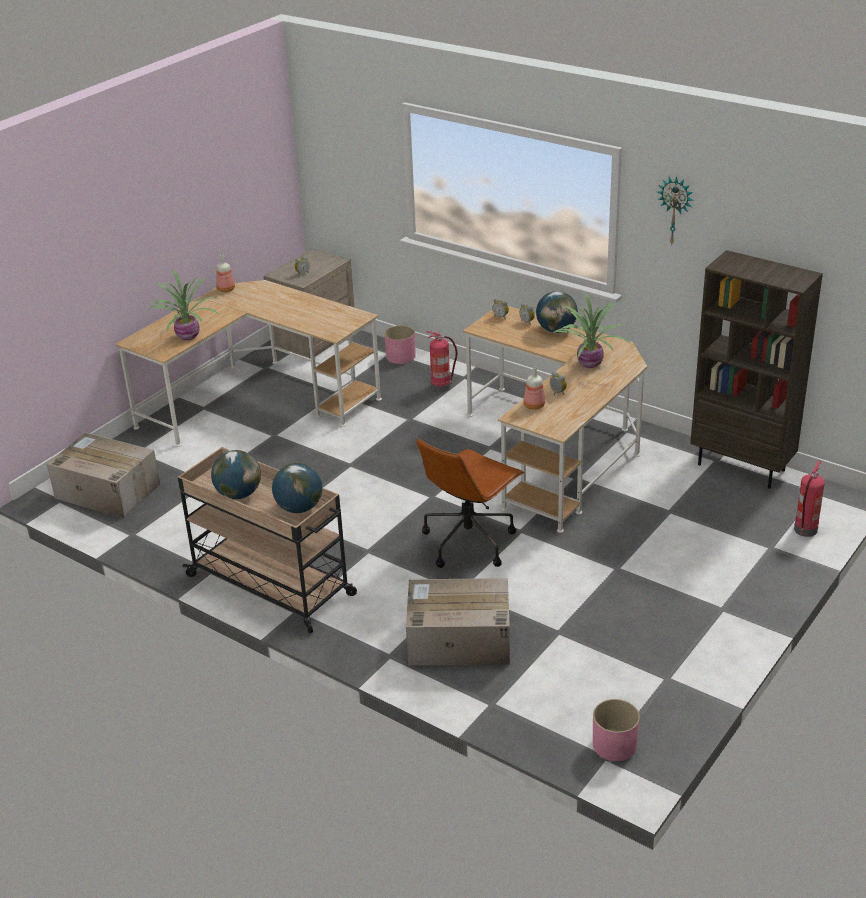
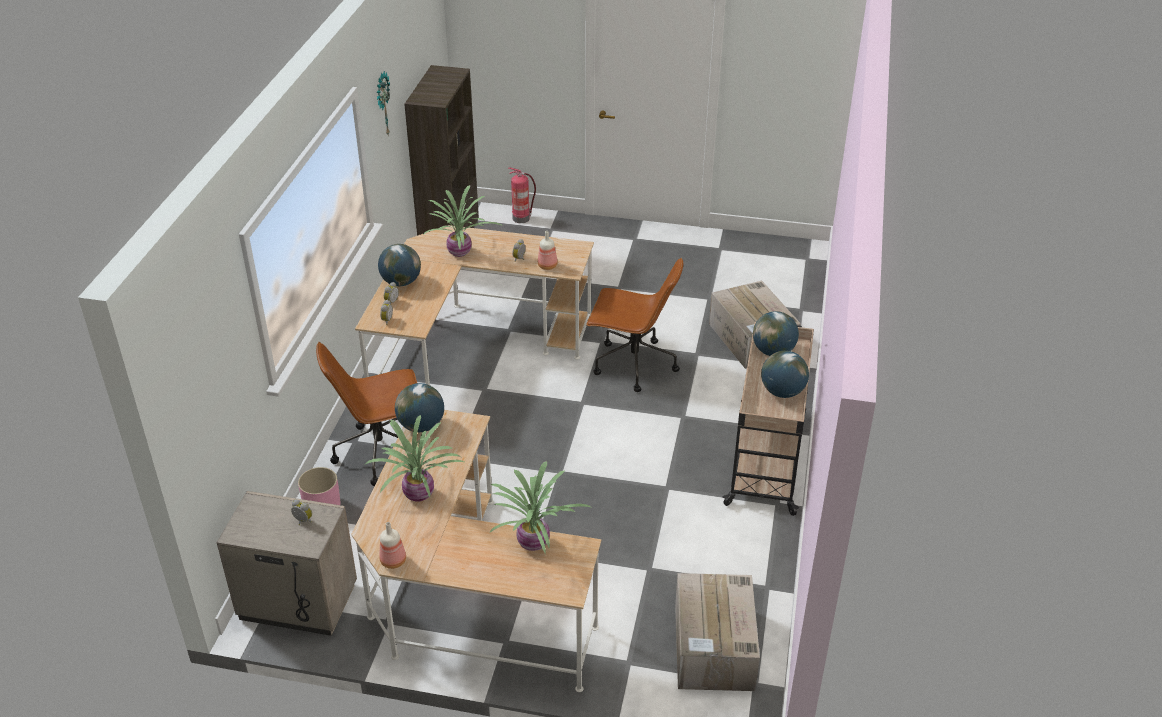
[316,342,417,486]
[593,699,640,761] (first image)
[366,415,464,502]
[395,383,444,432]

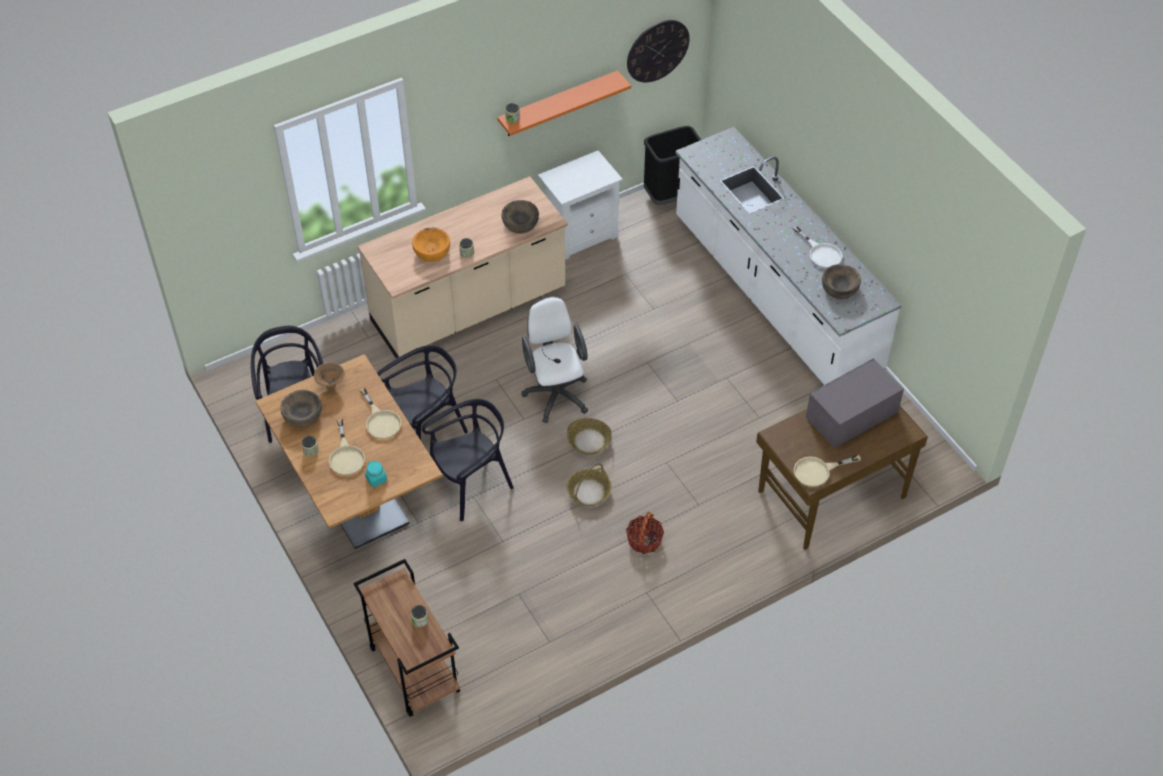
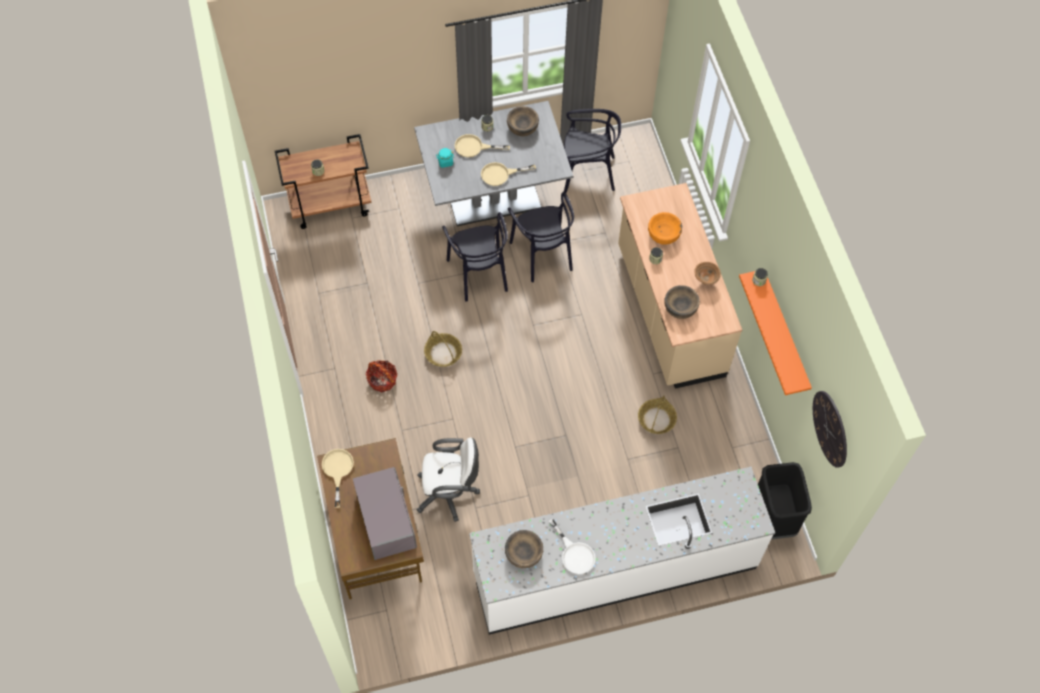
[414,101,573,226]
[694,262,721,285]
[417,438,480,522]
[538,151,623,260] (first image)
[638,396,677,434]
[548,519,596,574]

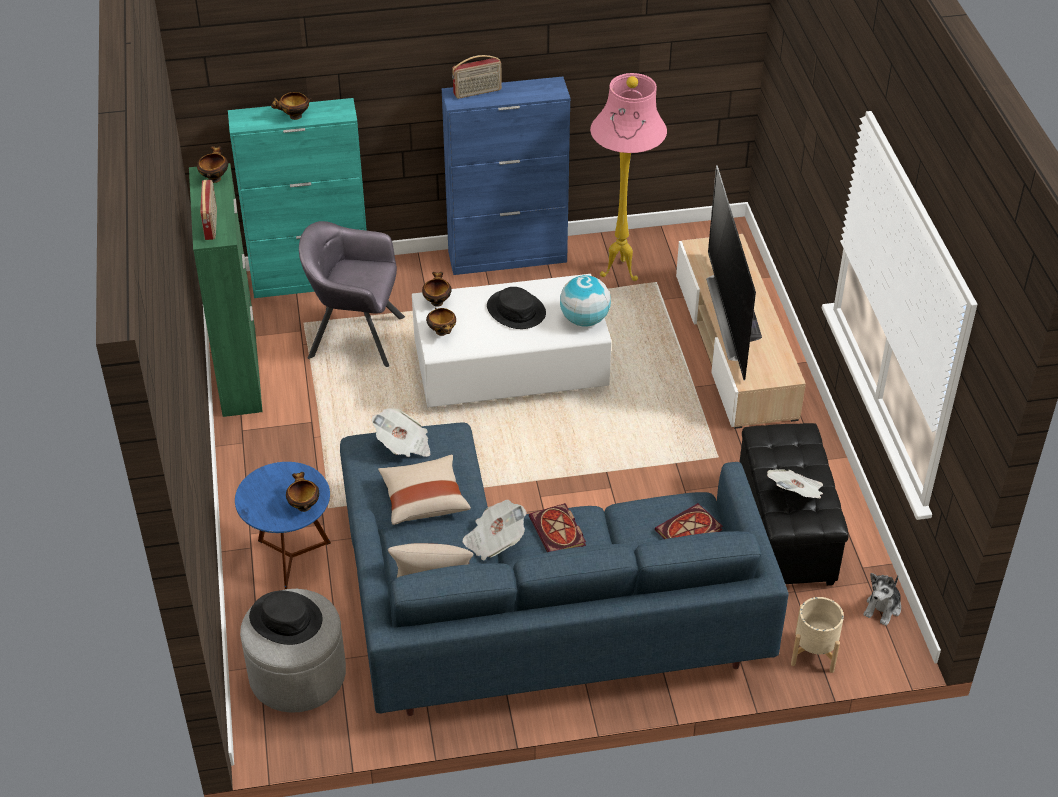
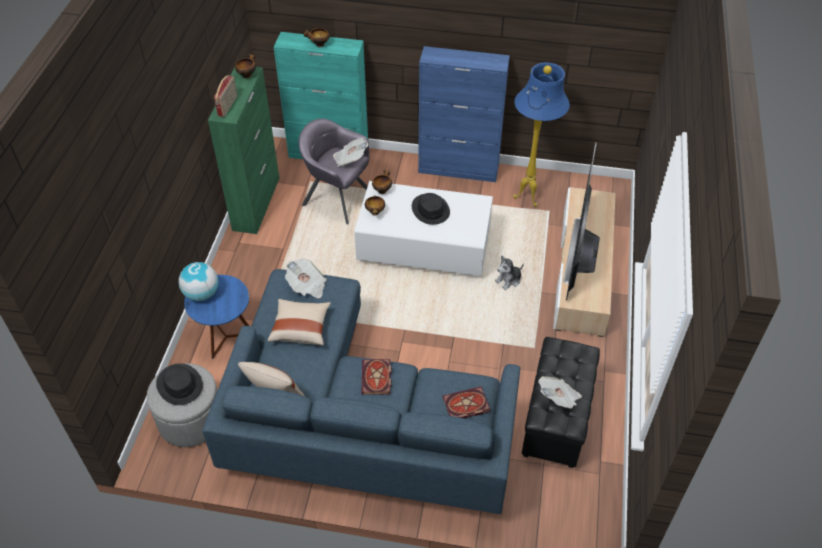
[286,472,319,512] (first image)
[452,55,502,99] (first image)
[333,138,368,167]
[178,262,218,301]
[513,63,570,207]
[791,597,844,673] (first image)
[495,255,524,290]

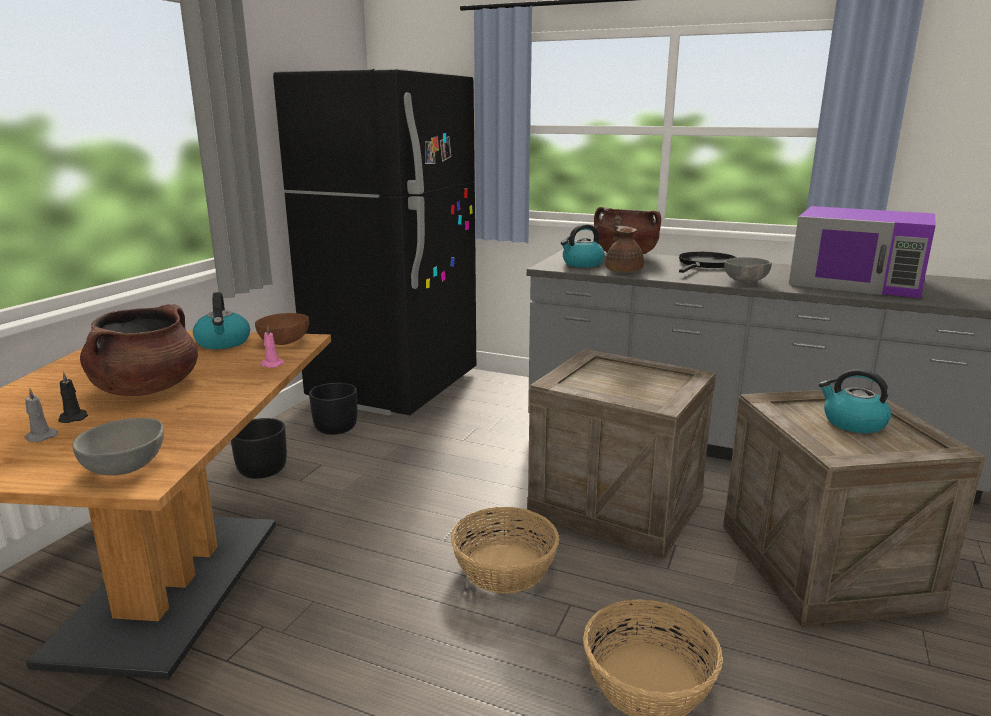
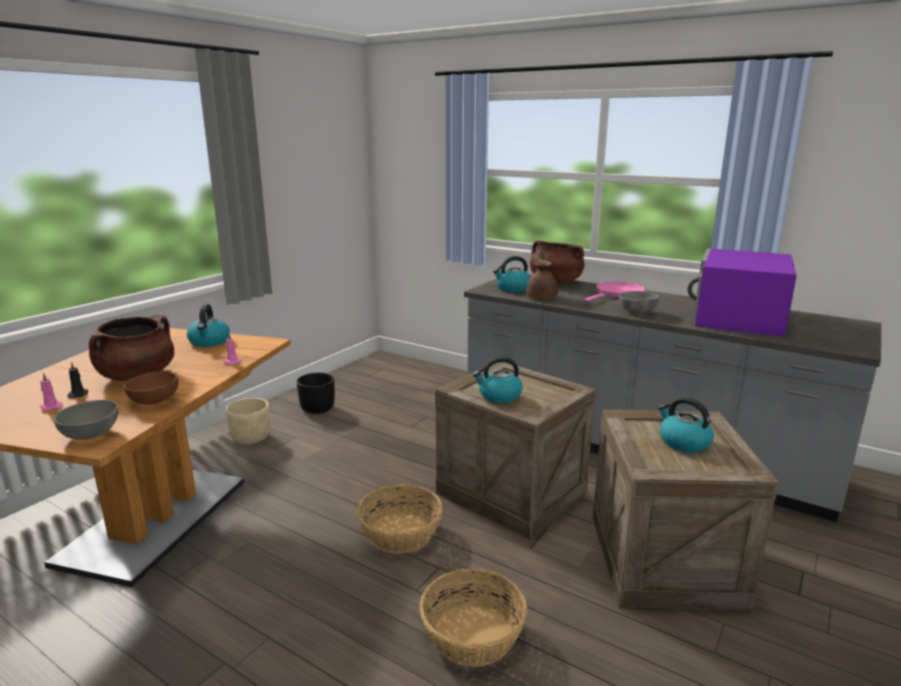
[40,373,63,411]
[226,398,270,444]
[124,371,179,405]
[273,69,476,416] (first image)
[585,282,646,302]
[687,248,796,337]
[473,357,523,403]

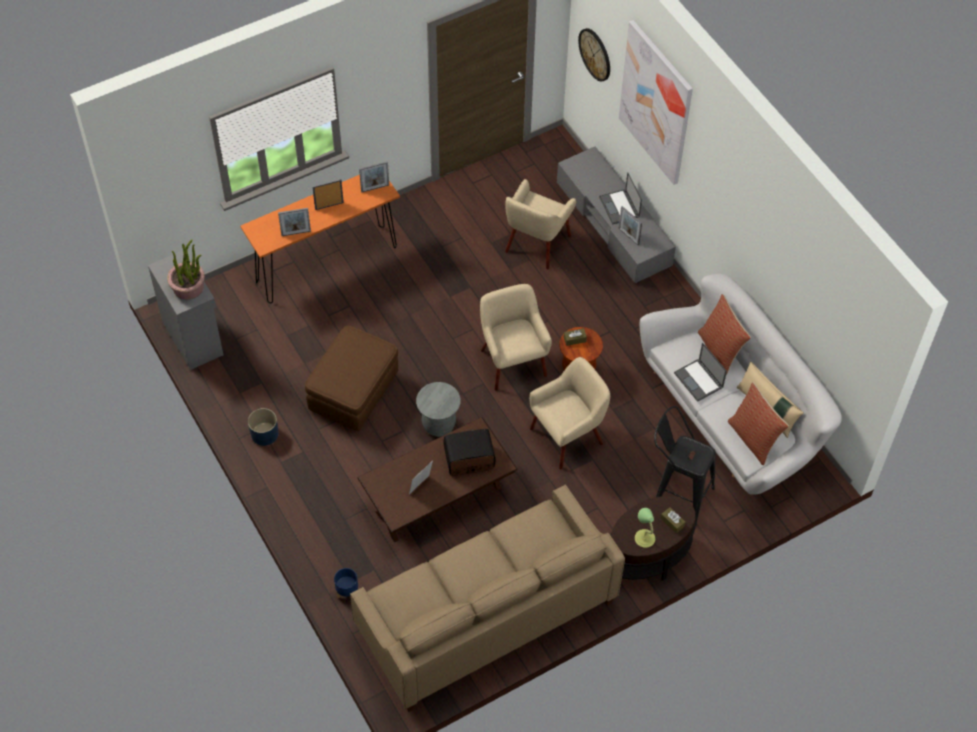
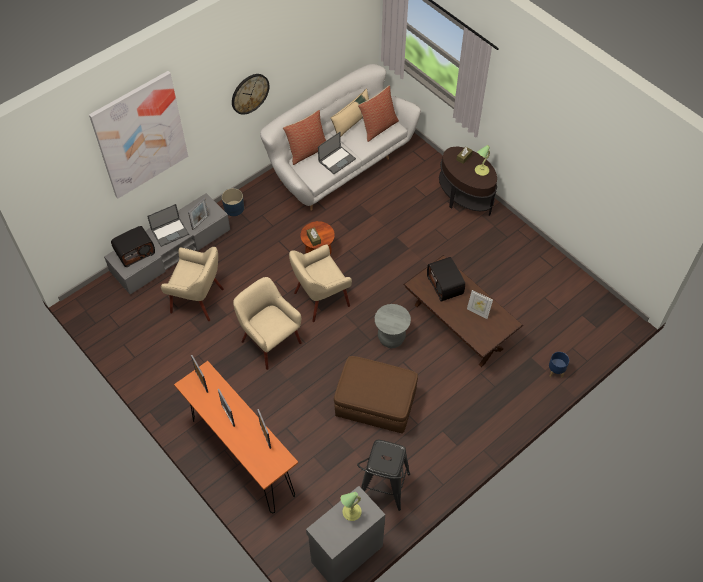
[340,492,362,521]
[222,188,244,216]
[350,485,625,712] (first image)
[233,277,302,370]
[232,74,270,115]
[357,440,410,511]
[111,226,155,267]

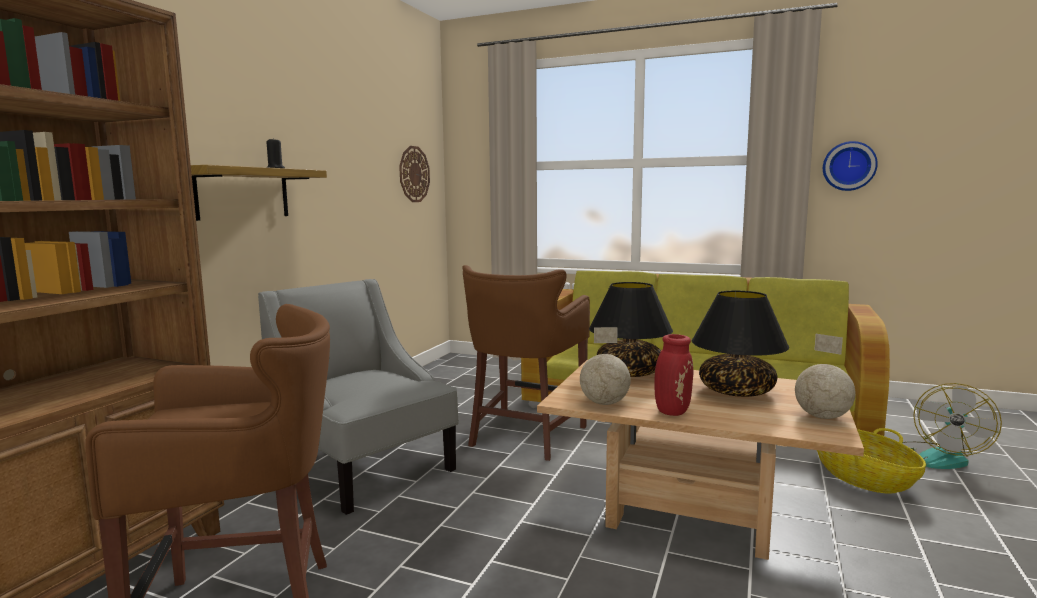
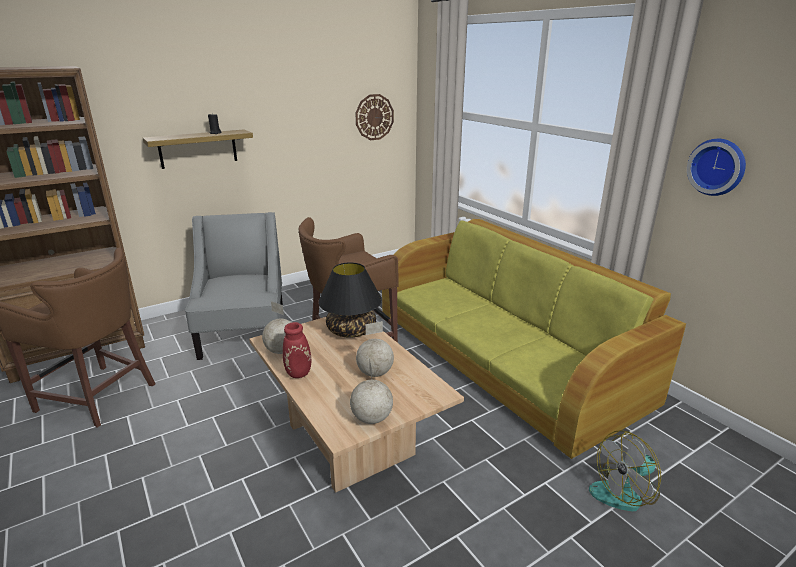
[356,321,394,377]
[817,428,926,494] (first image)

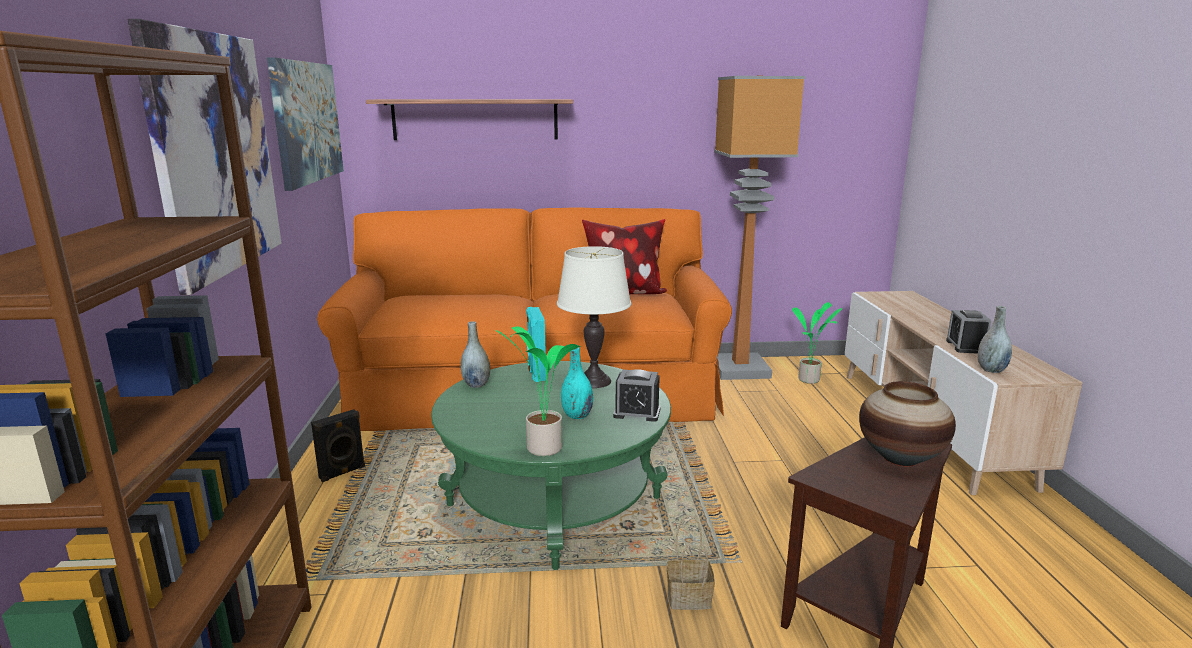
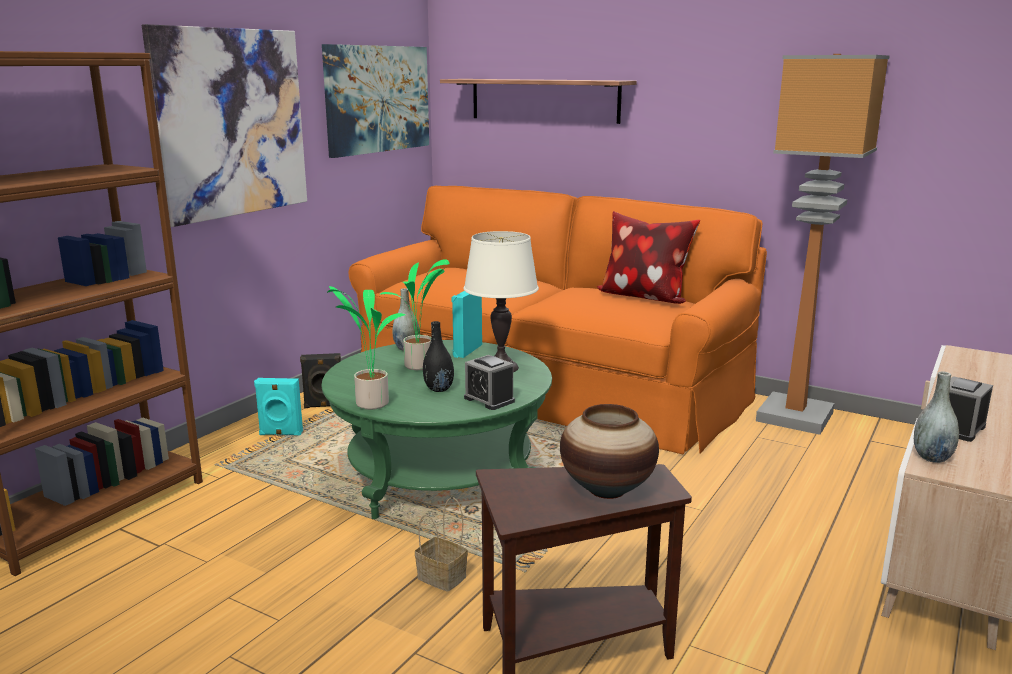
[423,321,454,392]
[379,259,450,370]
[254,378,303,436]

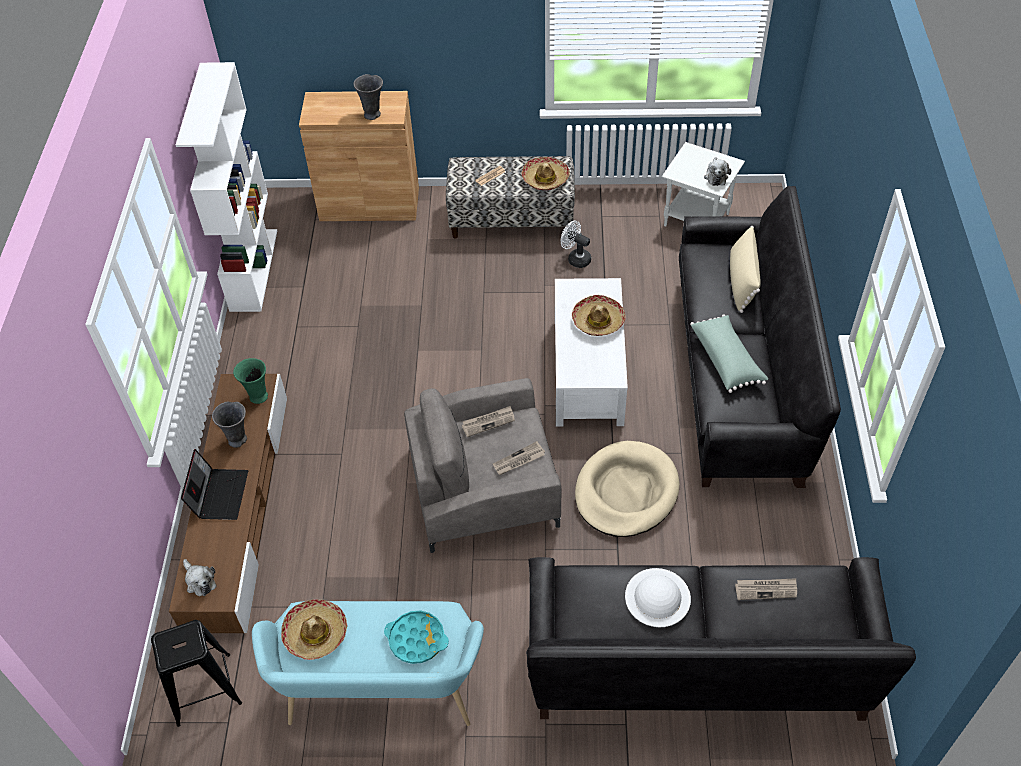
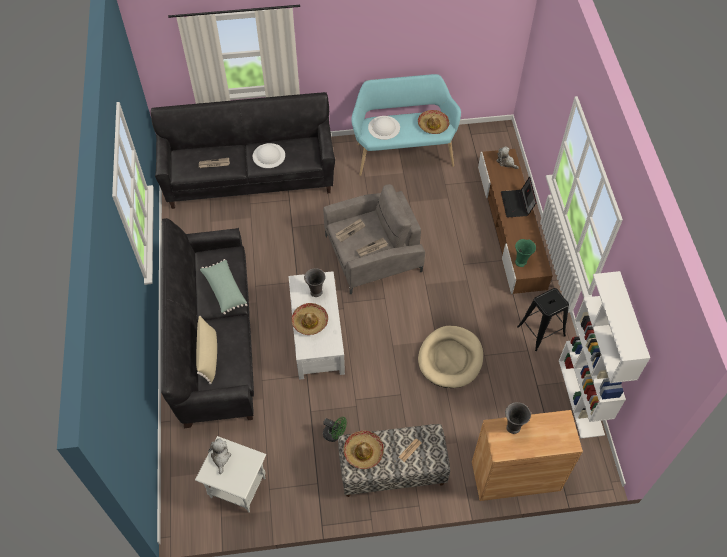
[517,288,569,351]
[304,268,326,297]
[368,116,400,140]
[323,417,347,442]
[418,326,483,388]

